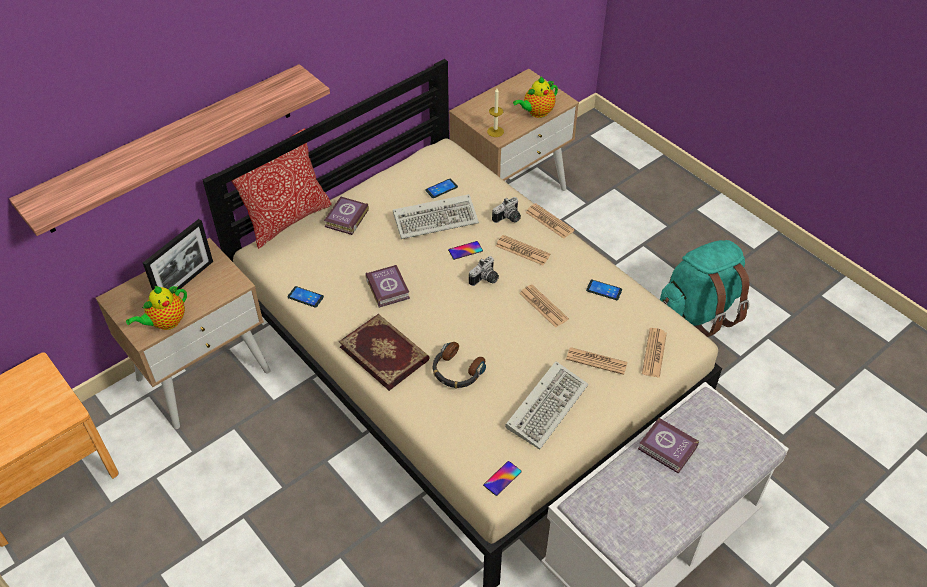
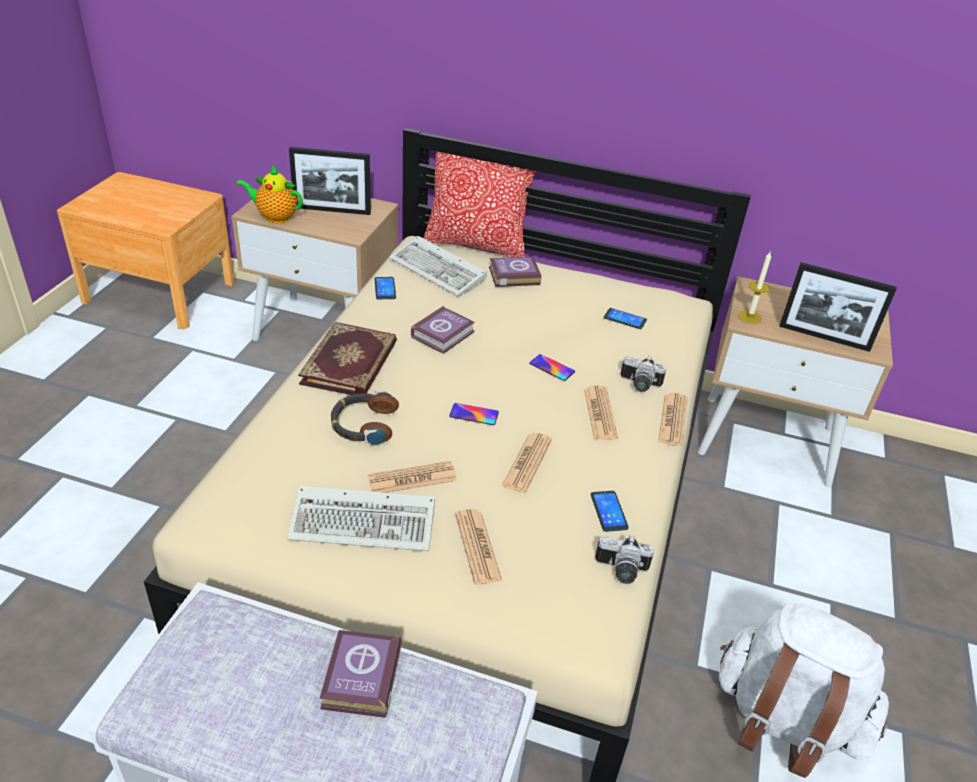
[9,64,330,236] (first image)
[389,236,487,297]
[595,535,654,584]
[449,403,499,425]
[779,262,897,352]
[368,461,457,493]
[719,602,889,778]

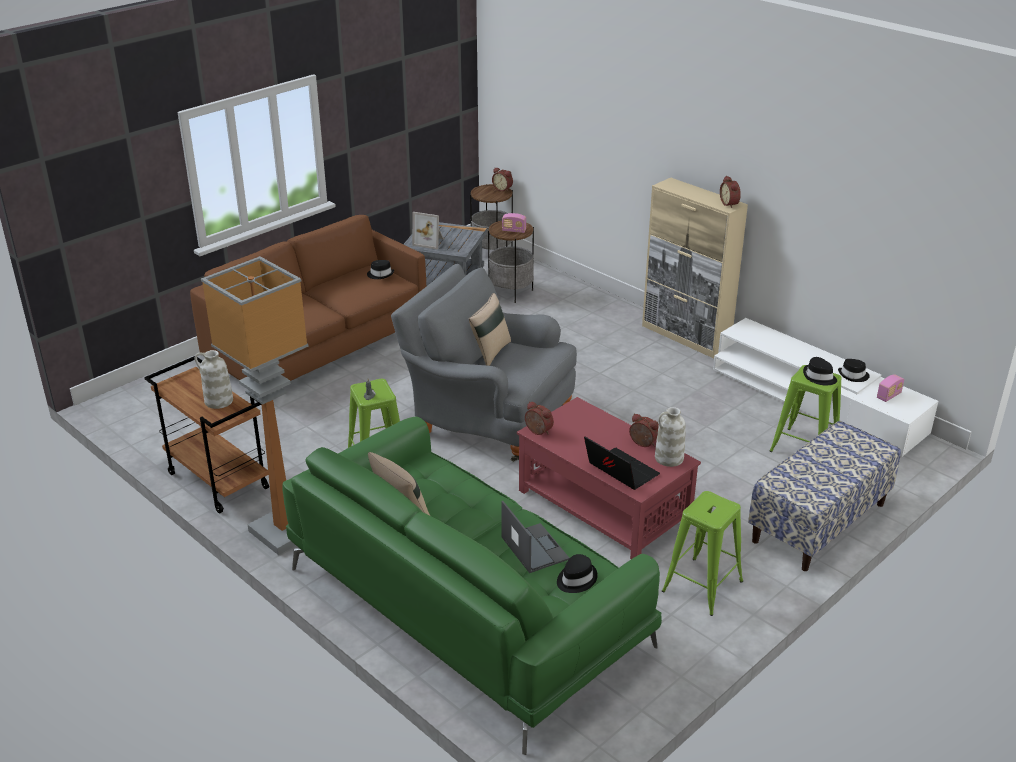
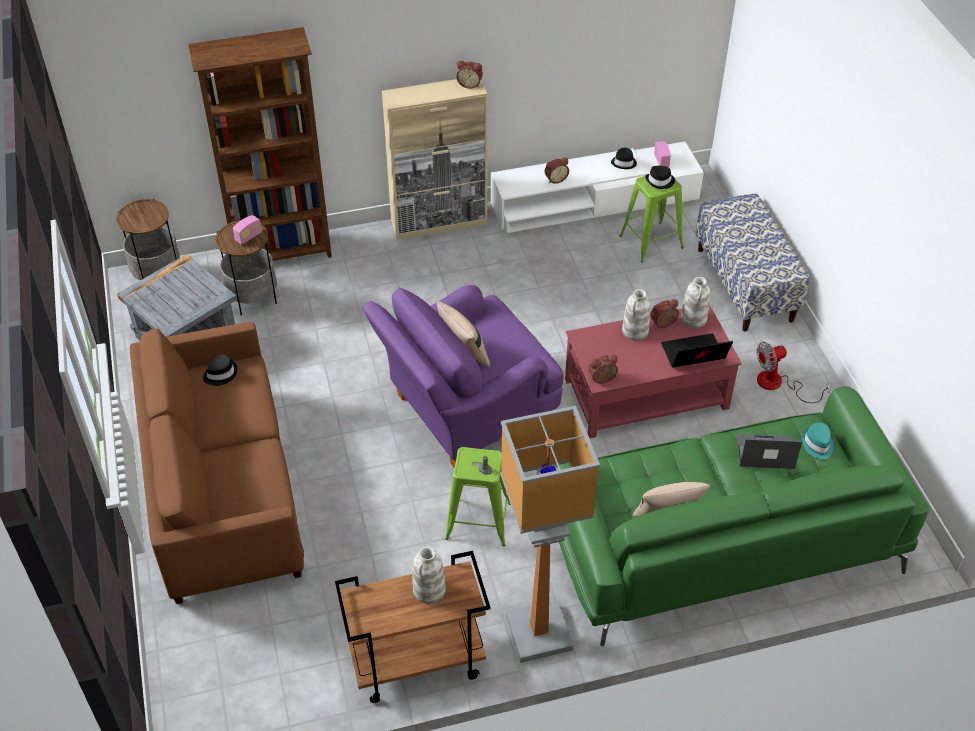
[363,285,563,468]
[412,212,444,250] (first image)
[545,158,569,184]
[801,423,834,459]
[757,342,831,403]
[188,27,332,261]
[622,289,651,340]

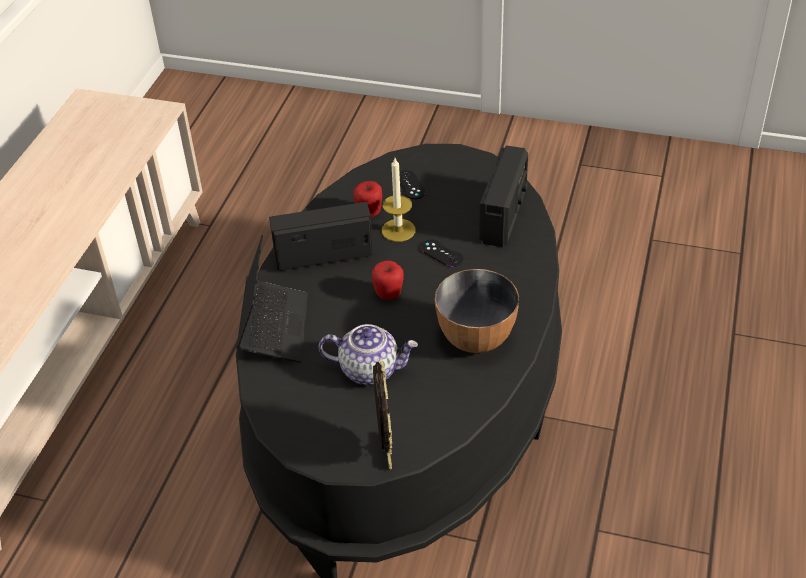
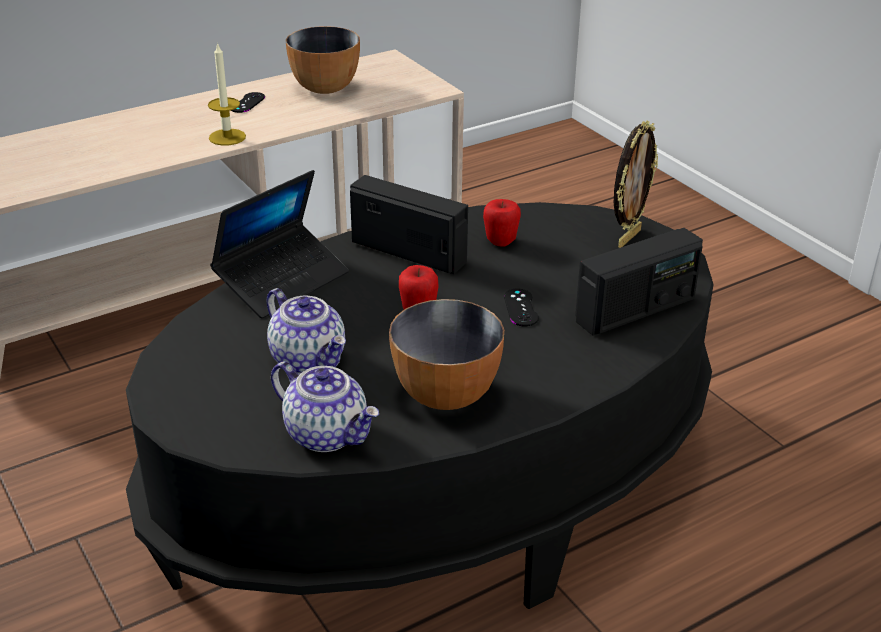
[614,120,658,248]
[208,42,246,145]
[231,92,265,113]
[271,361,379,452]
[286,26,360,94]

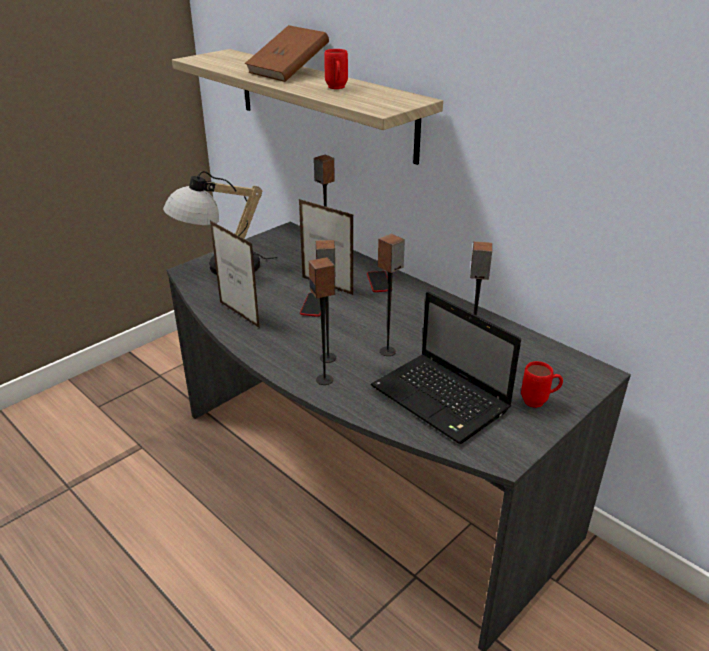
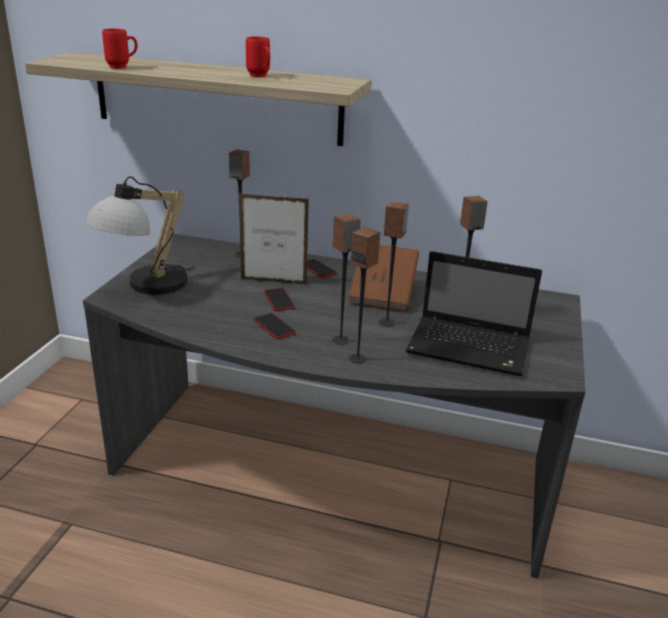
[210,221,260,328] (first image)
[349,245,419,312]
[102,29,138,68]
[253,313,296,339]

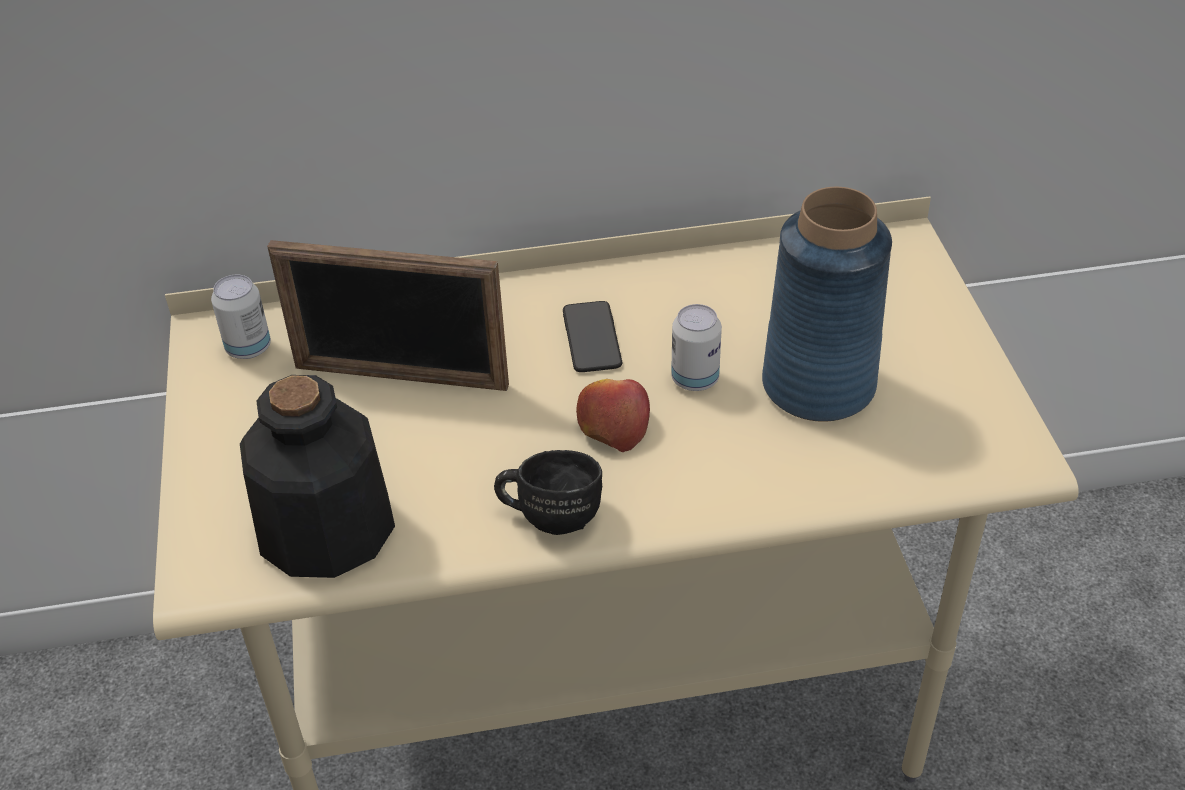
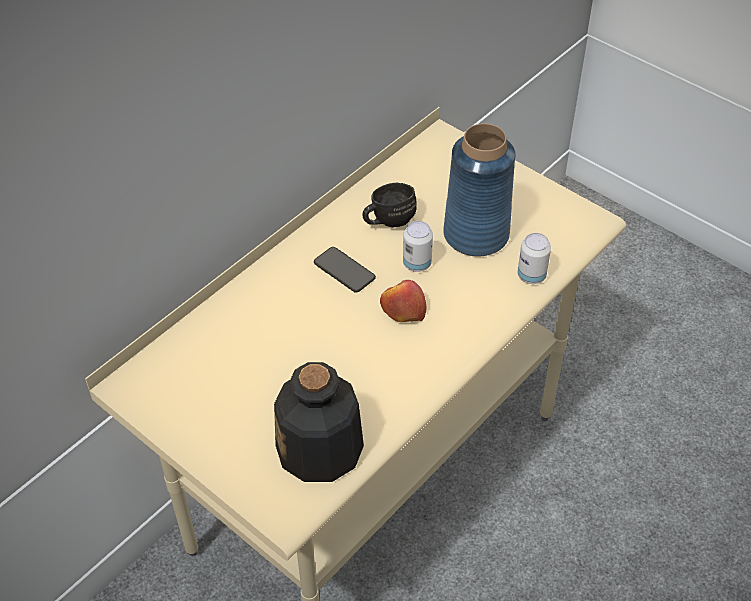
[518,233,551,284]
[267,240,509,391] (first image)
[363,183,417,227]

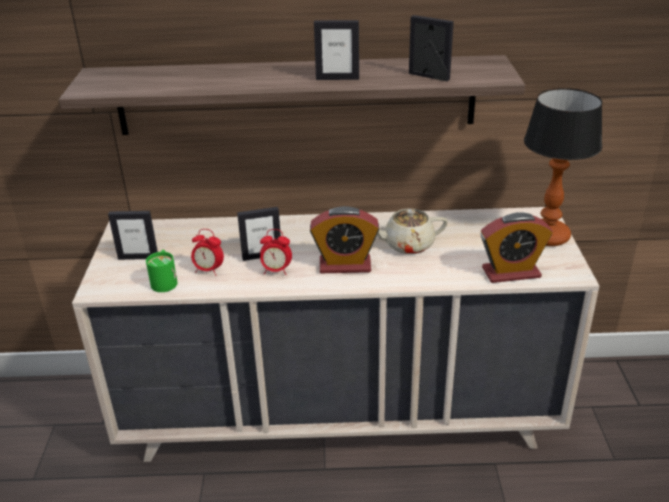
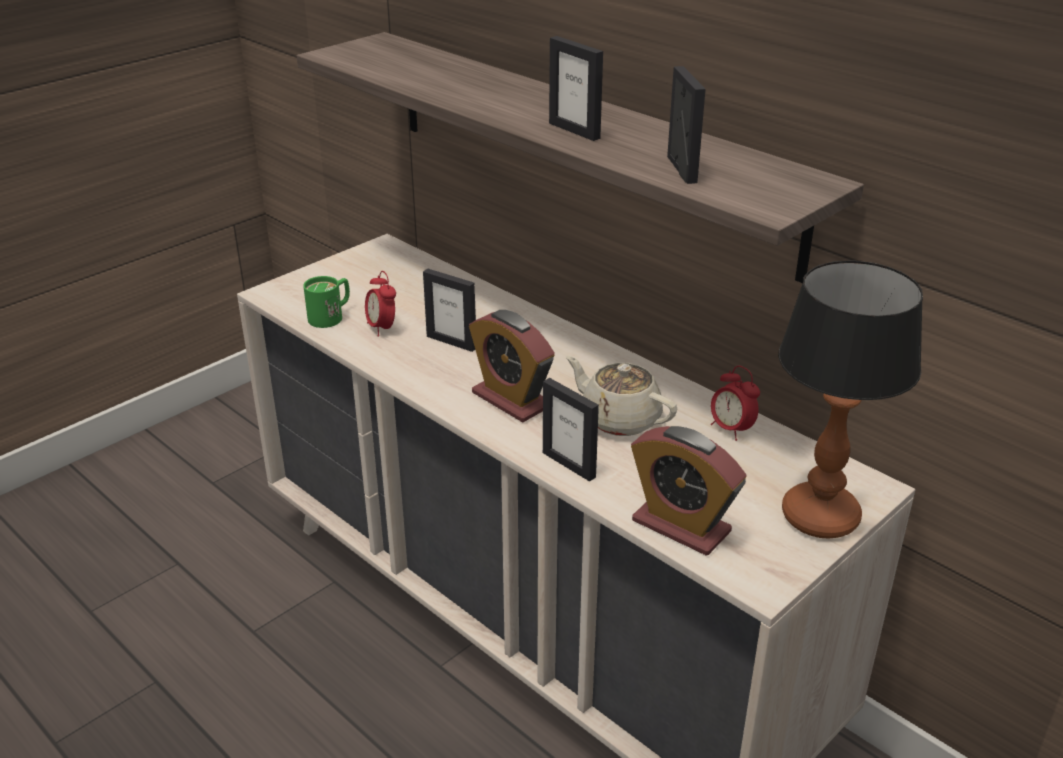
[543,378,599,482]
[711,366,760,441]

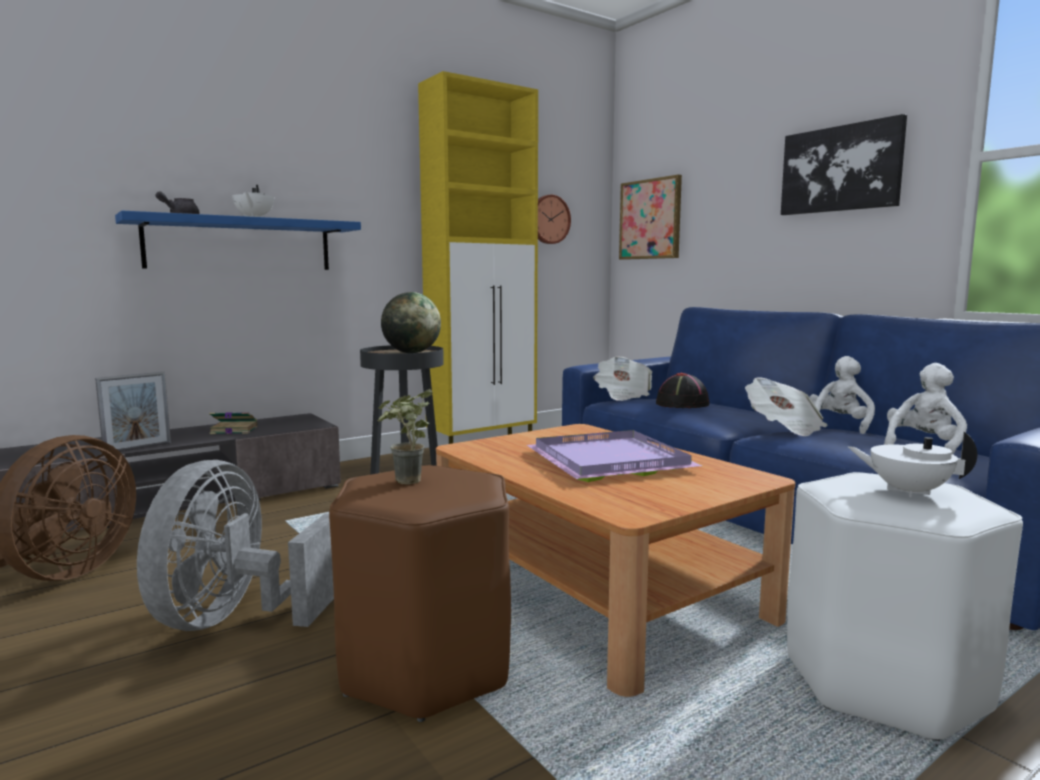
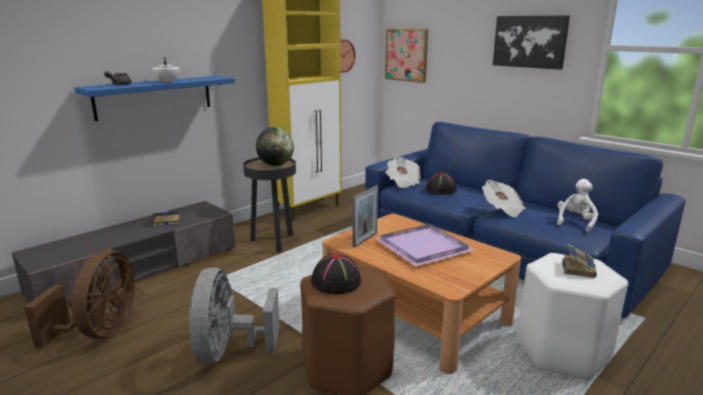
[353,186,378,248]
[311,253,361,294]
[809,356,875,434] (first image)
[562,243,597,278]

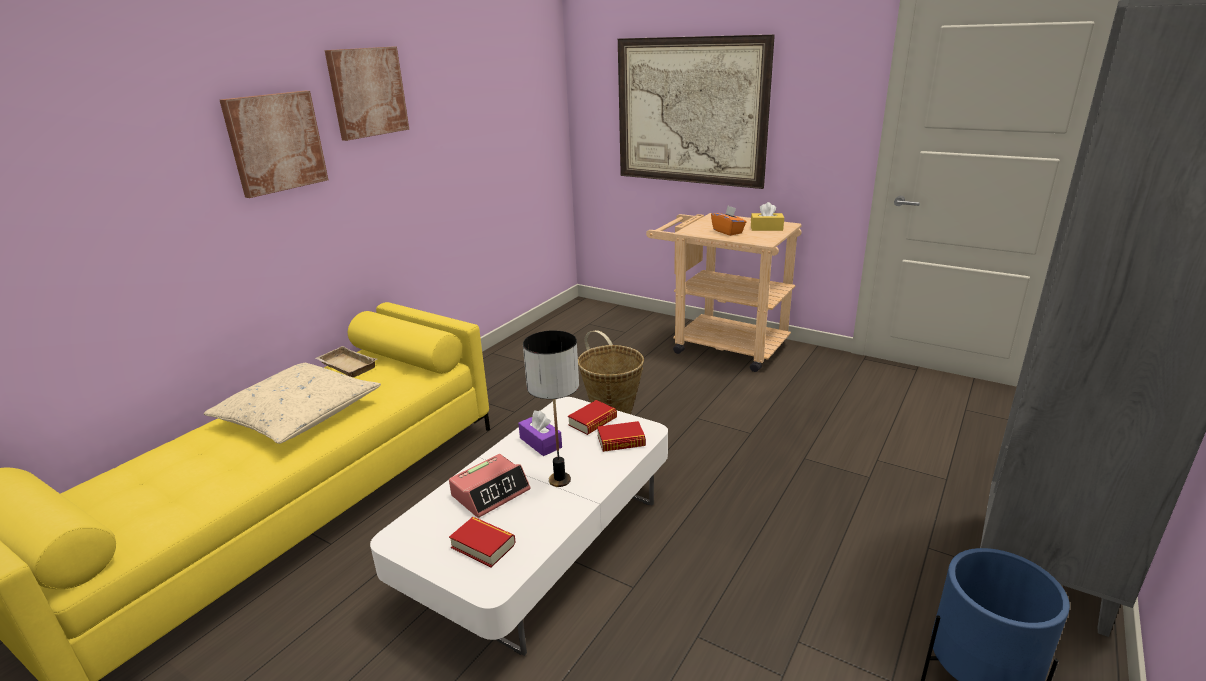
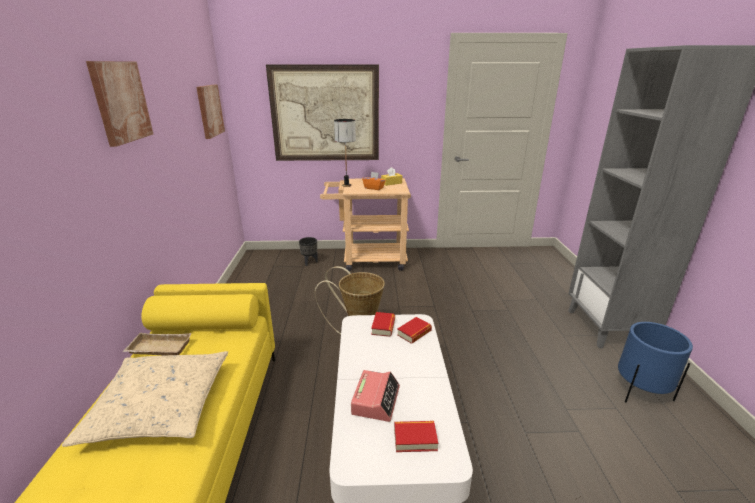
[196,85,225,139]
[518,411,562,456] (first image)
[334,119,356,187]
[299,237,318,266]

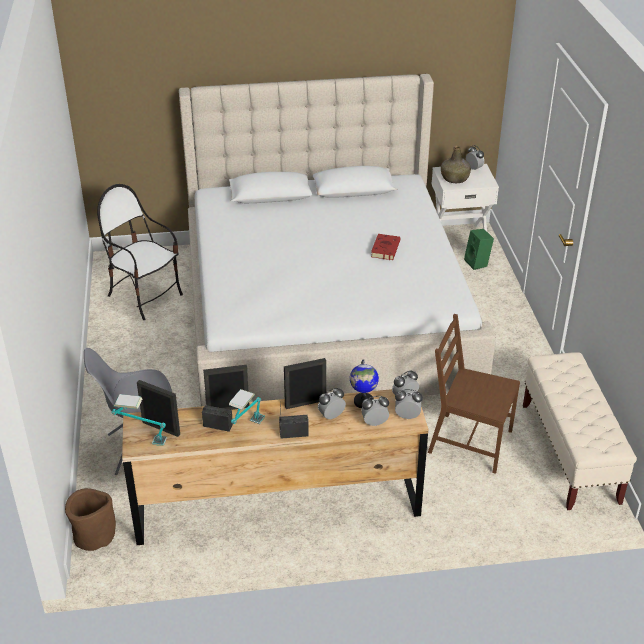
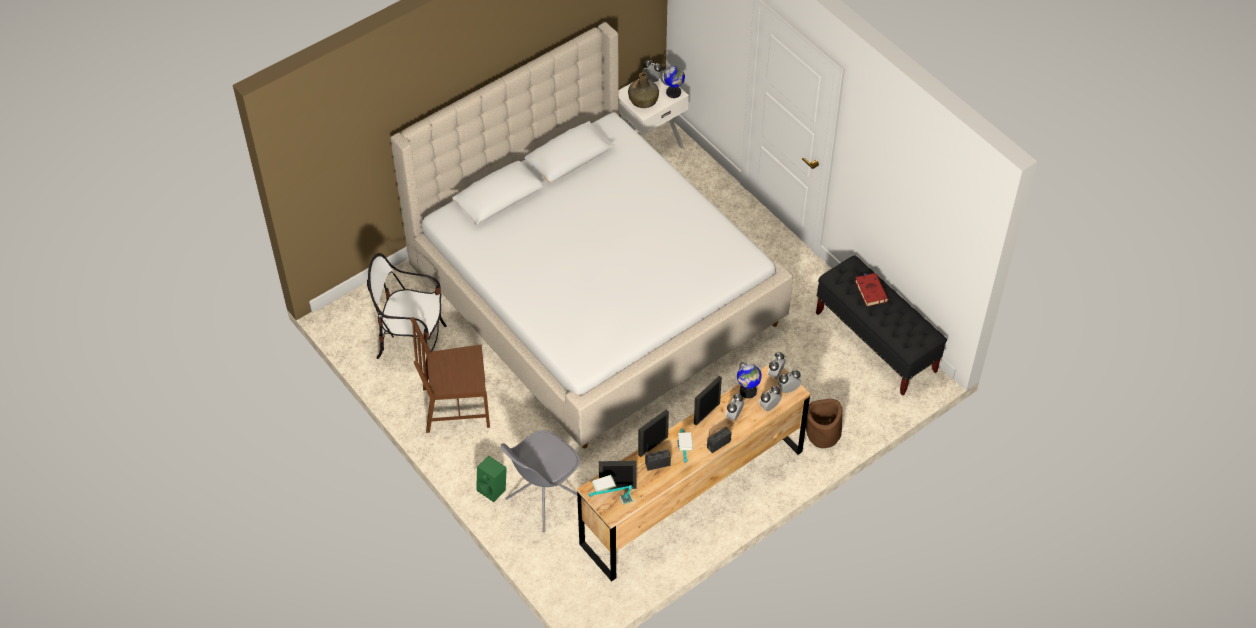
[806,399,842,448]
[855,273,888,306]
[410,317,490,433]
[476,456,507,502]
[816,255,947,396]
[660,66,685,98]

